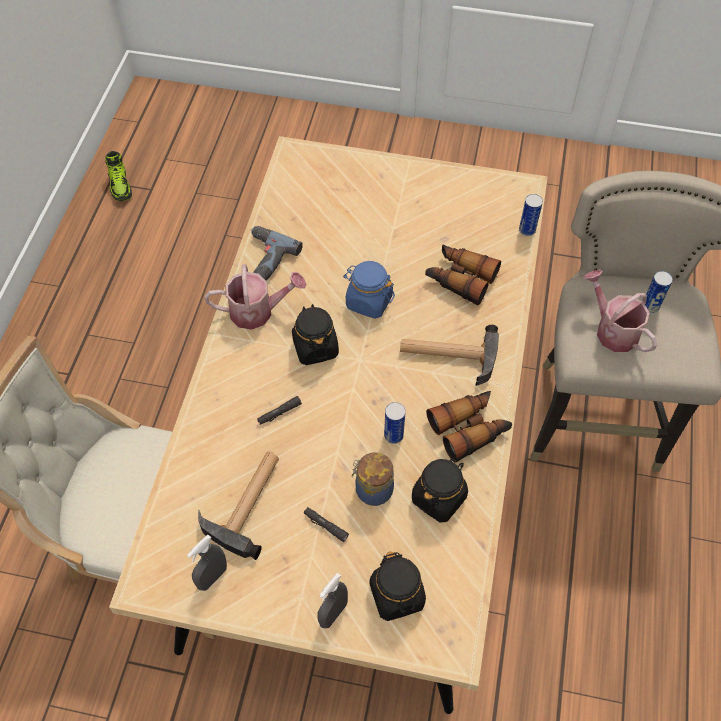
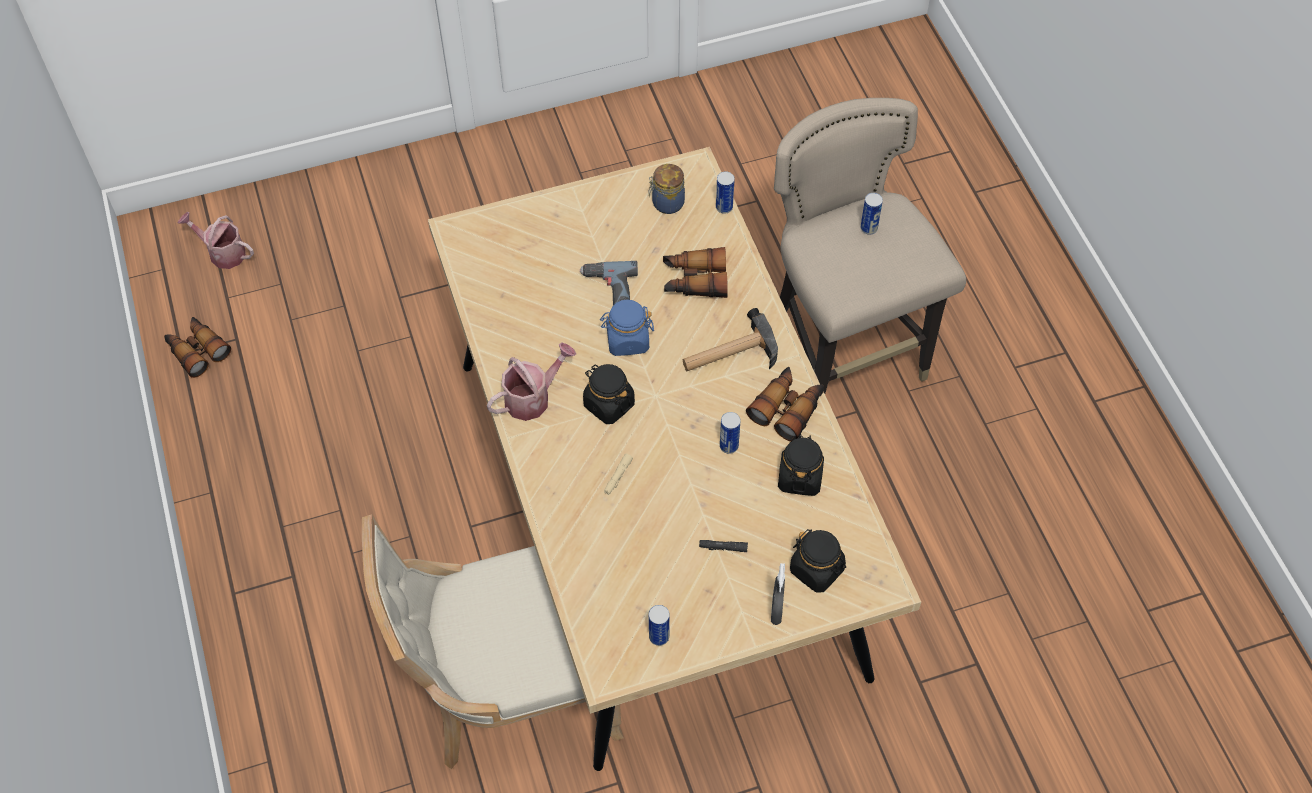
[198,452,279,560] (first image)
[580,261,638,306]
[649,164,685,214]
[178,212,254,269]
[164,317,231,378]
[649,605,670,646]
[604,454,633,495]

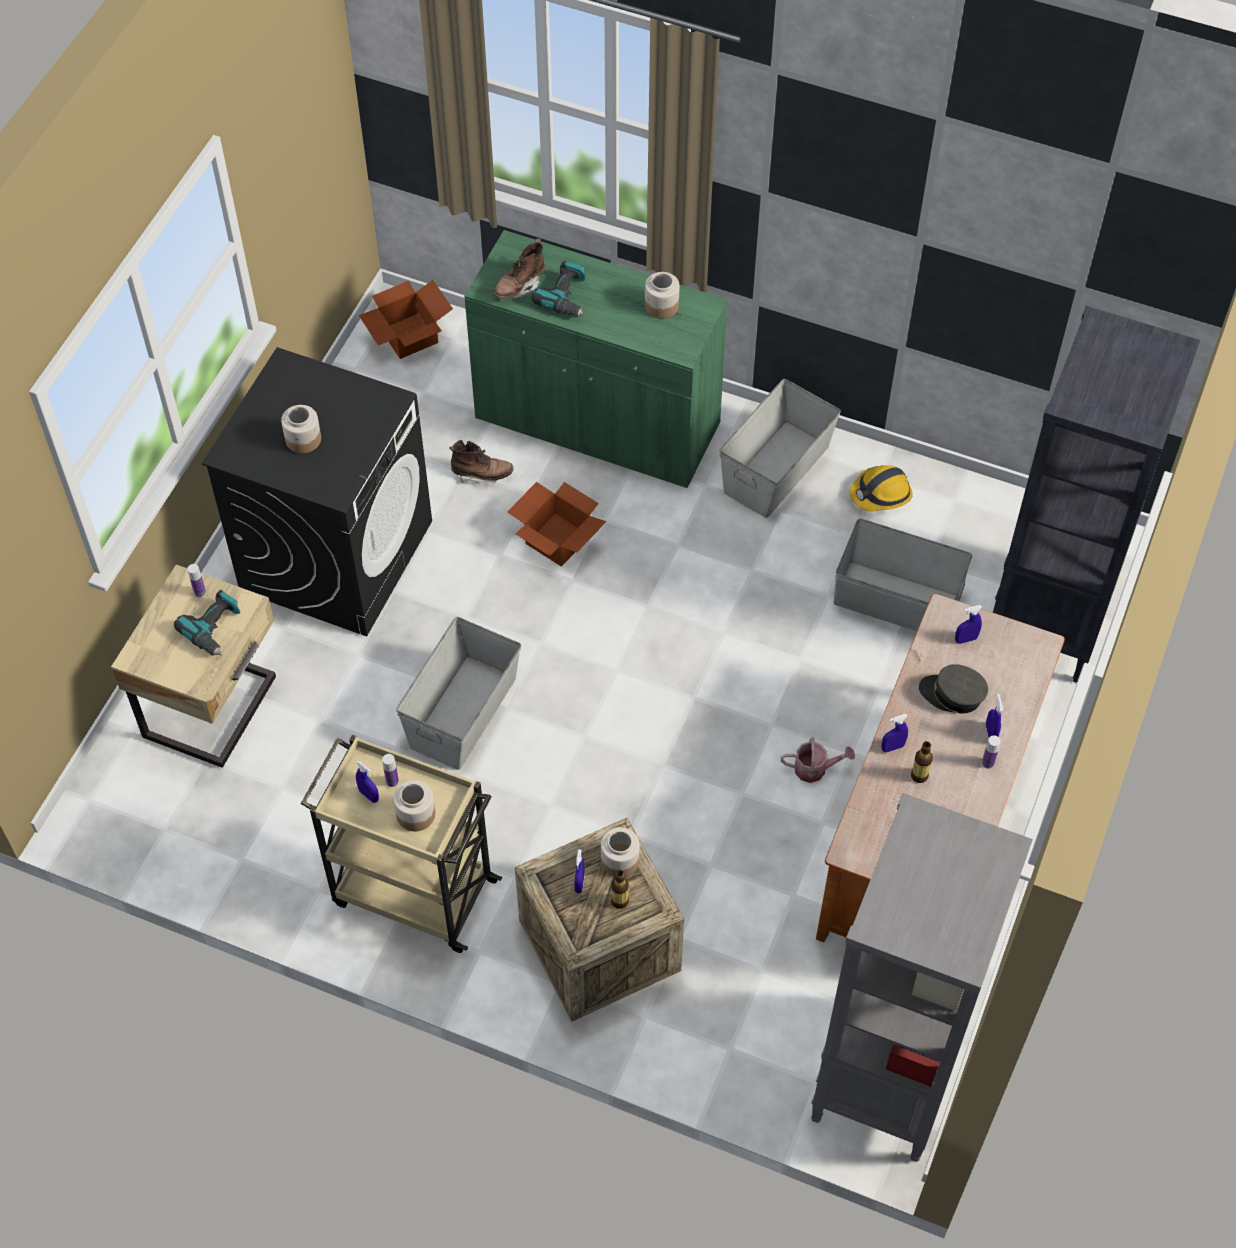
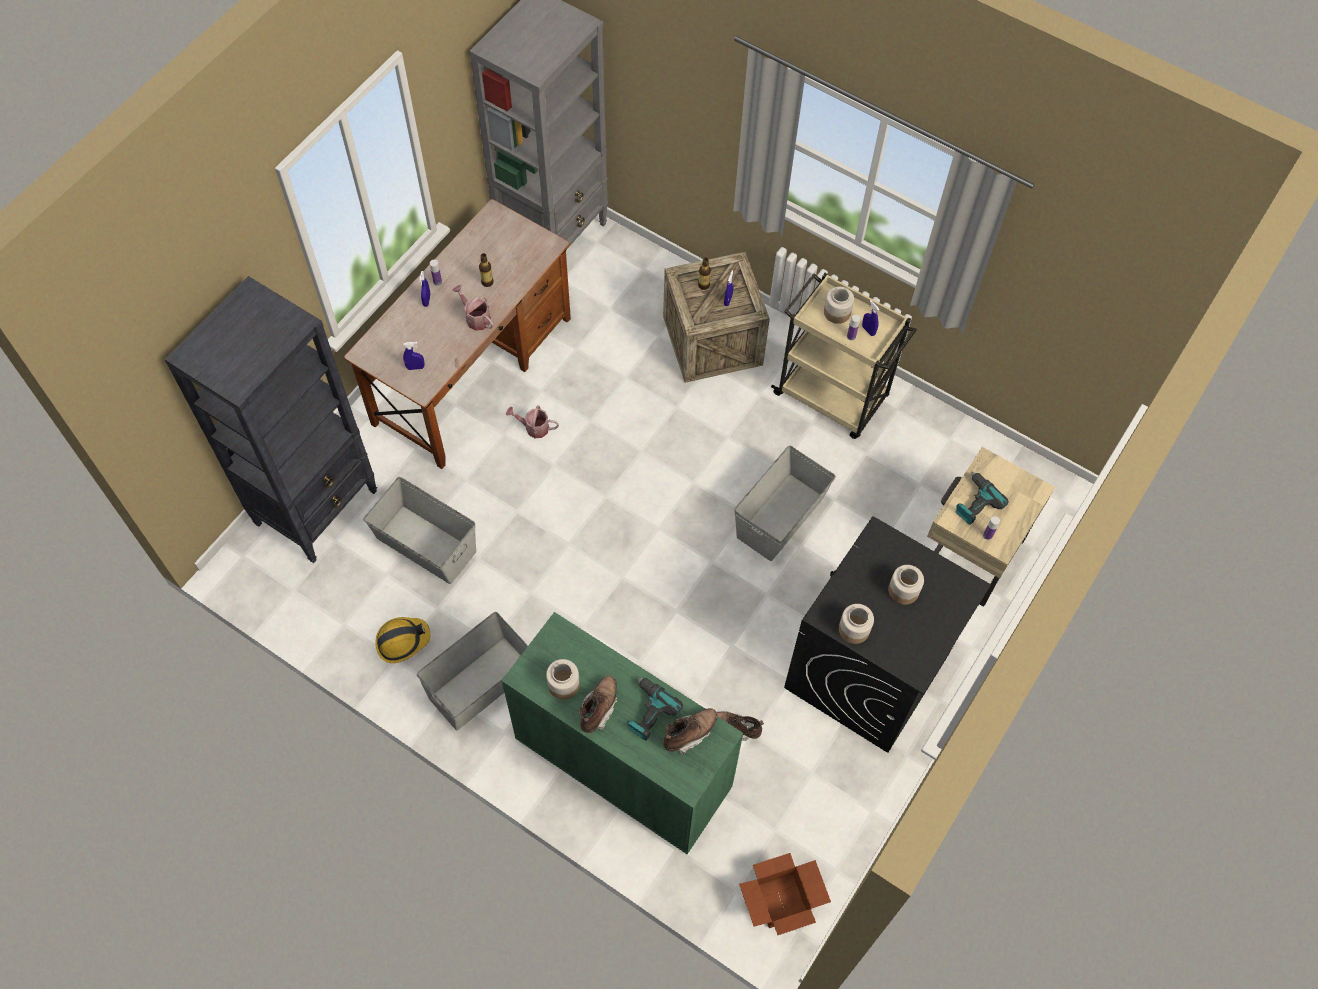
[507,482,606,567] (first image)
[881,714,908,752] (first image)
[919,664,988,713] (first image)
[452,285,494,331]
[579,675,618,733]
[839,604,874,644]

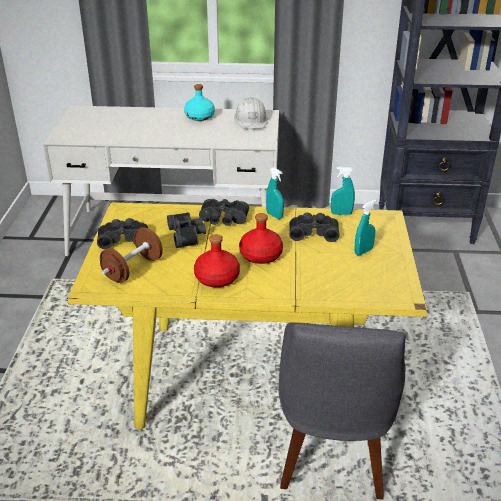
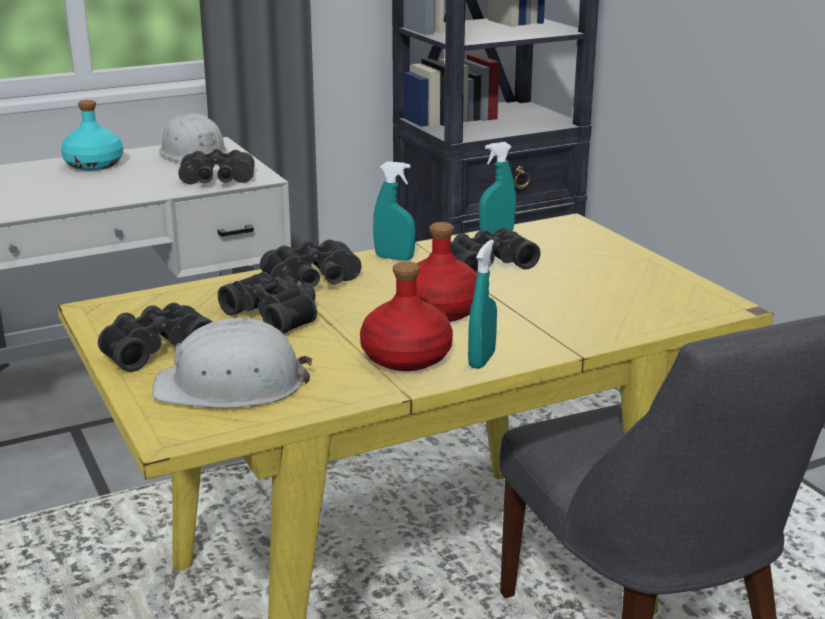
[178,149,255,184]
[468,240,497,369]
[152,318,312,408]

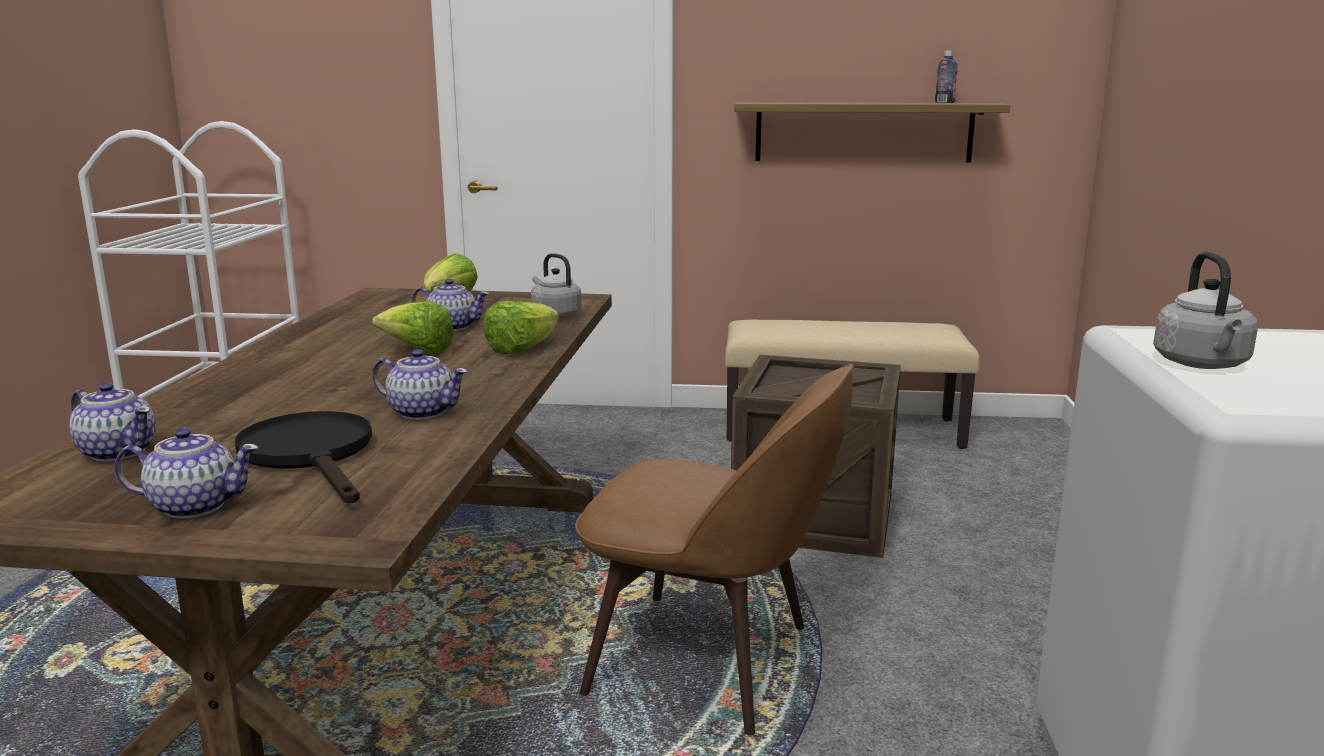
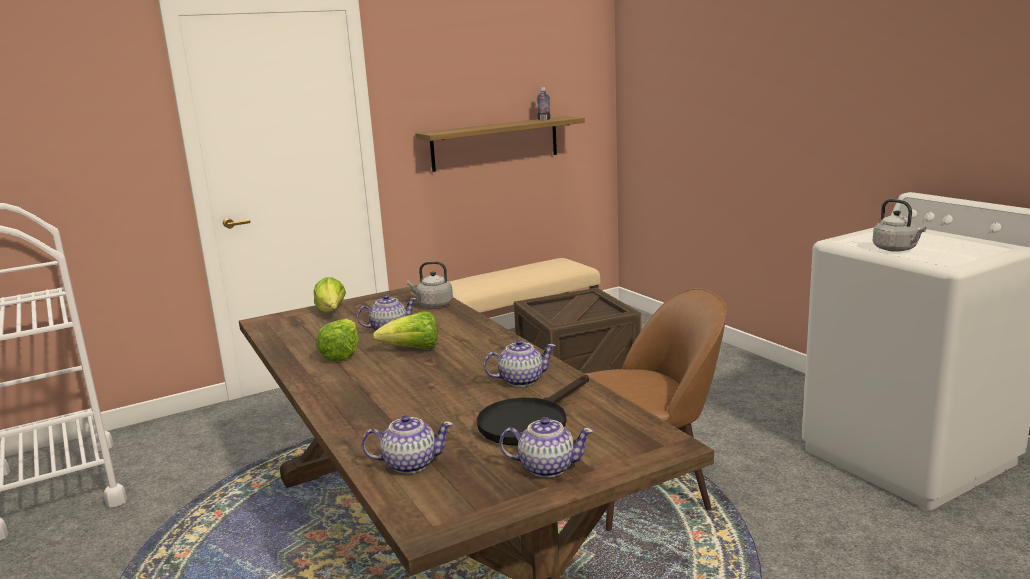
[316,319,359,362]
[499,417,594,478]
[477,375,589,446]

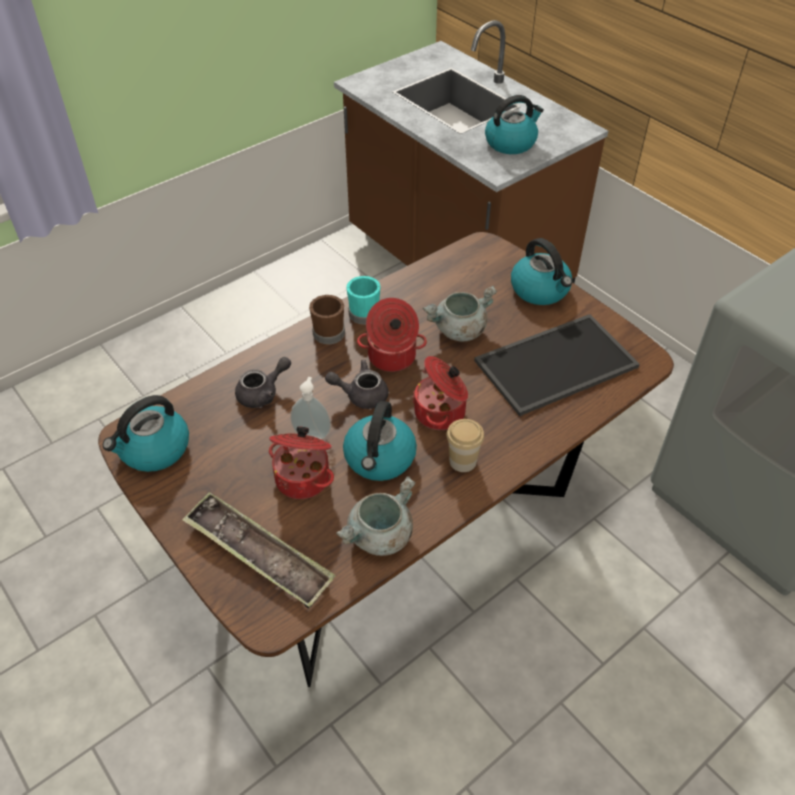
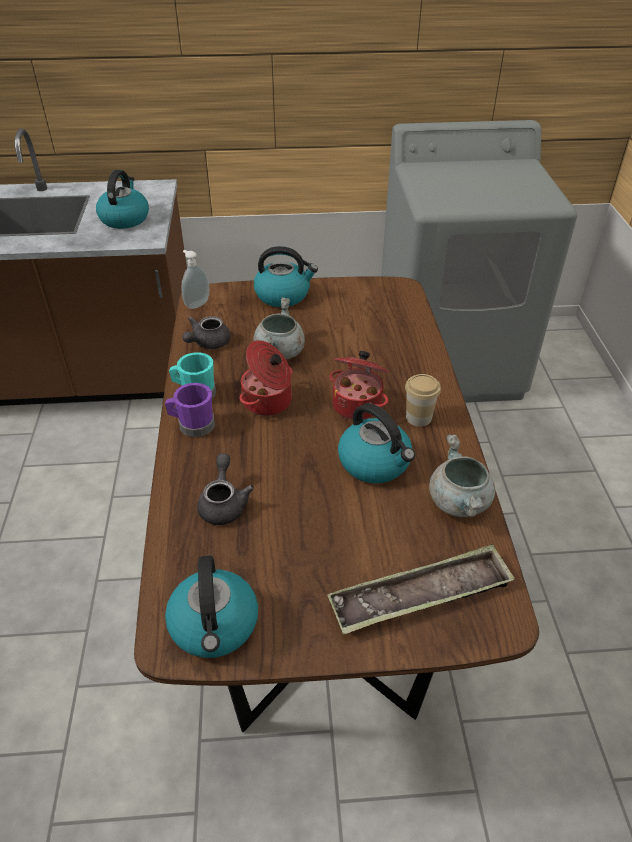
[269,426,334,499] (first image)
[474,314,640,416] (first image)
[181,250,210,309]
[182,316,231,349]
[165,383,215,437]

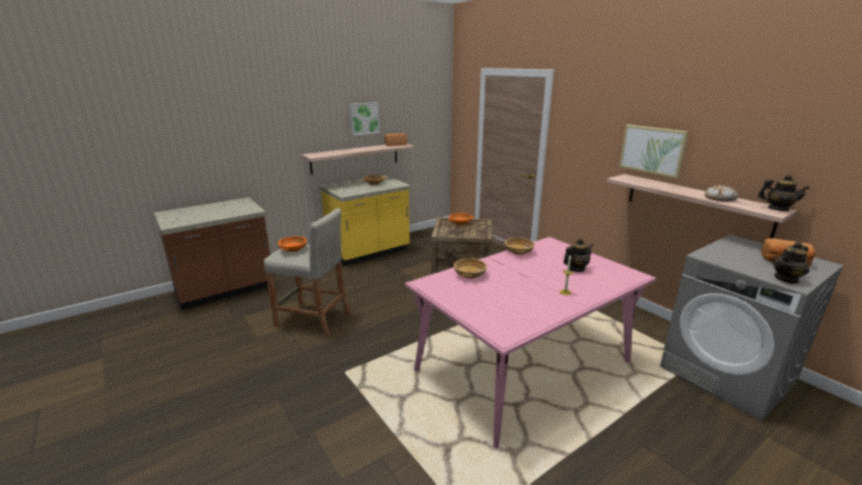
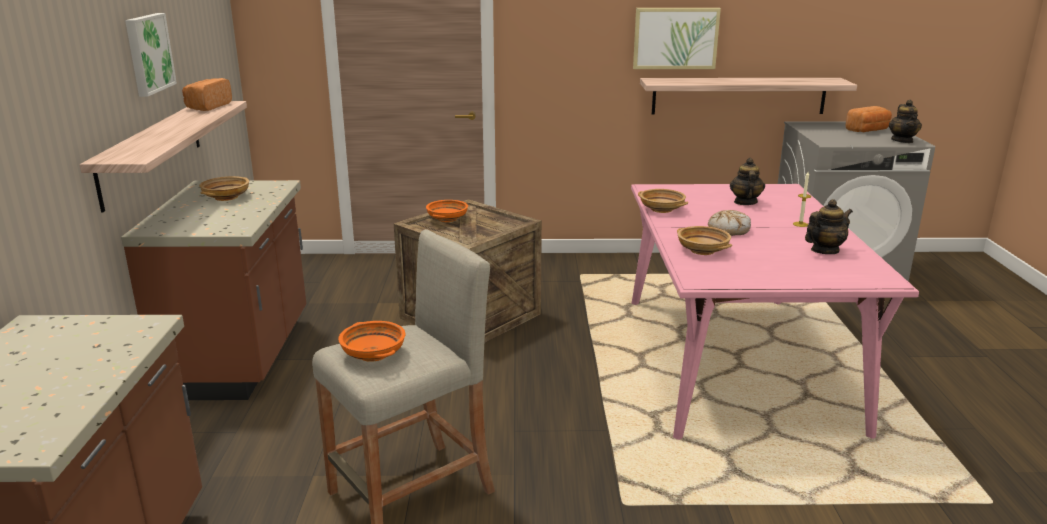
[708,210,751,236]
[805,199,853,254]
[121,180,306,400]

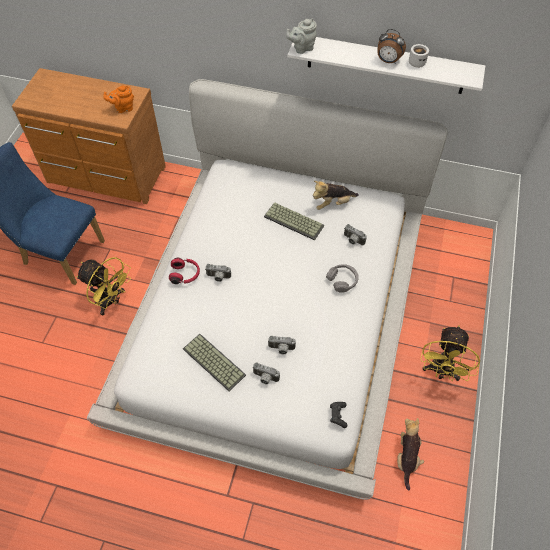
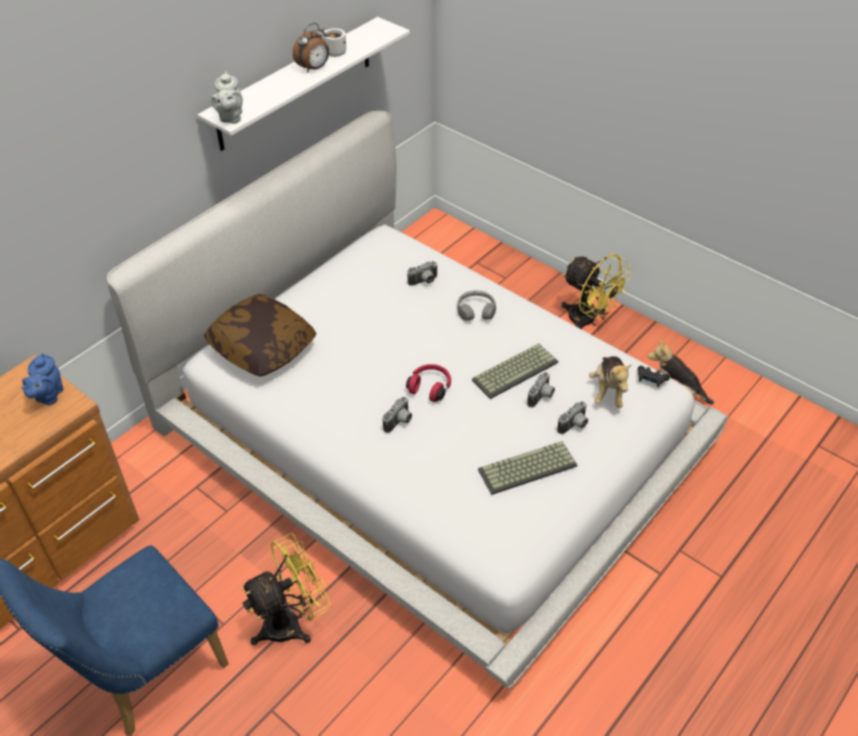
[204,294,317,377]
[406,364,451,402]
[472,343,558,399]
[589,356,632,408]
[22,353,63,406]

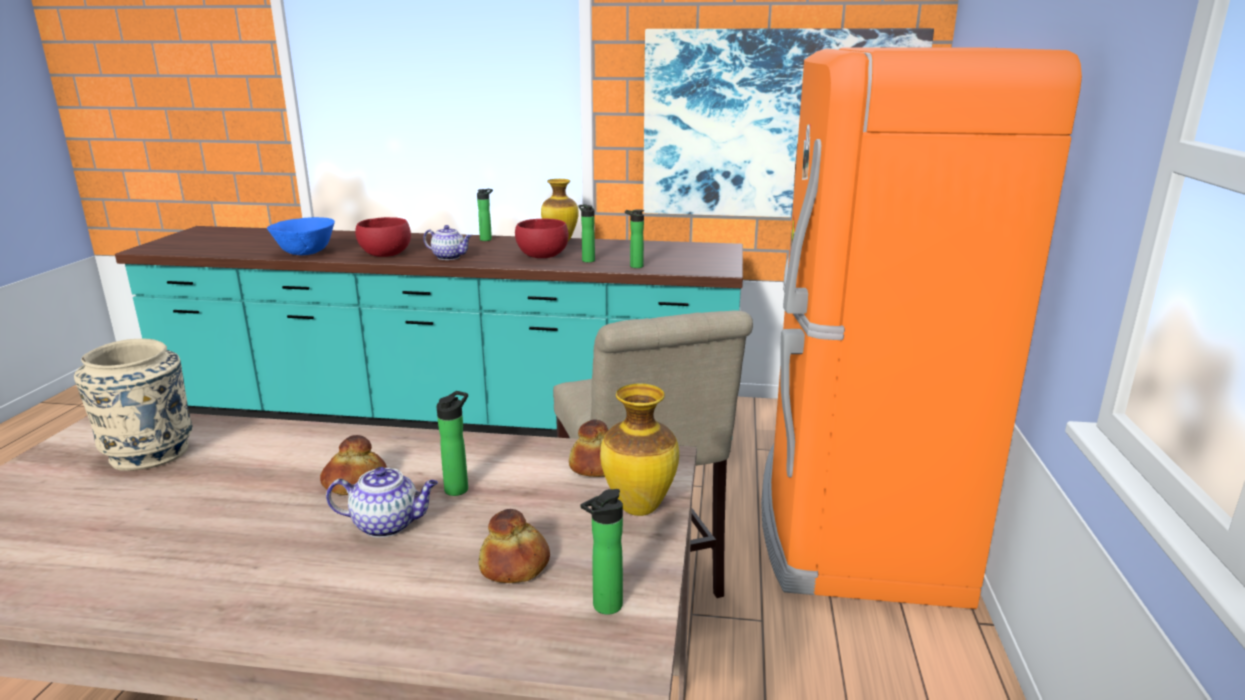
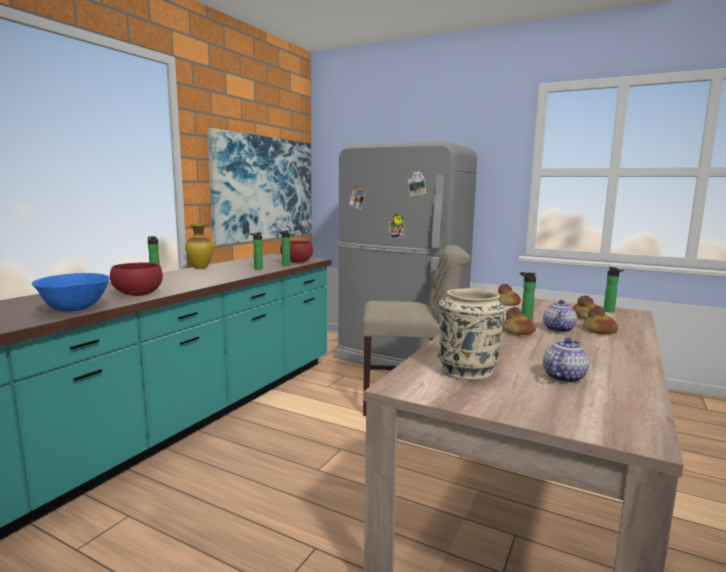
[600,384,679,516] (first image)
[583,306,618,334]
[543,338,589,383]
[280,241,313,263]
[334,141,477,371]

